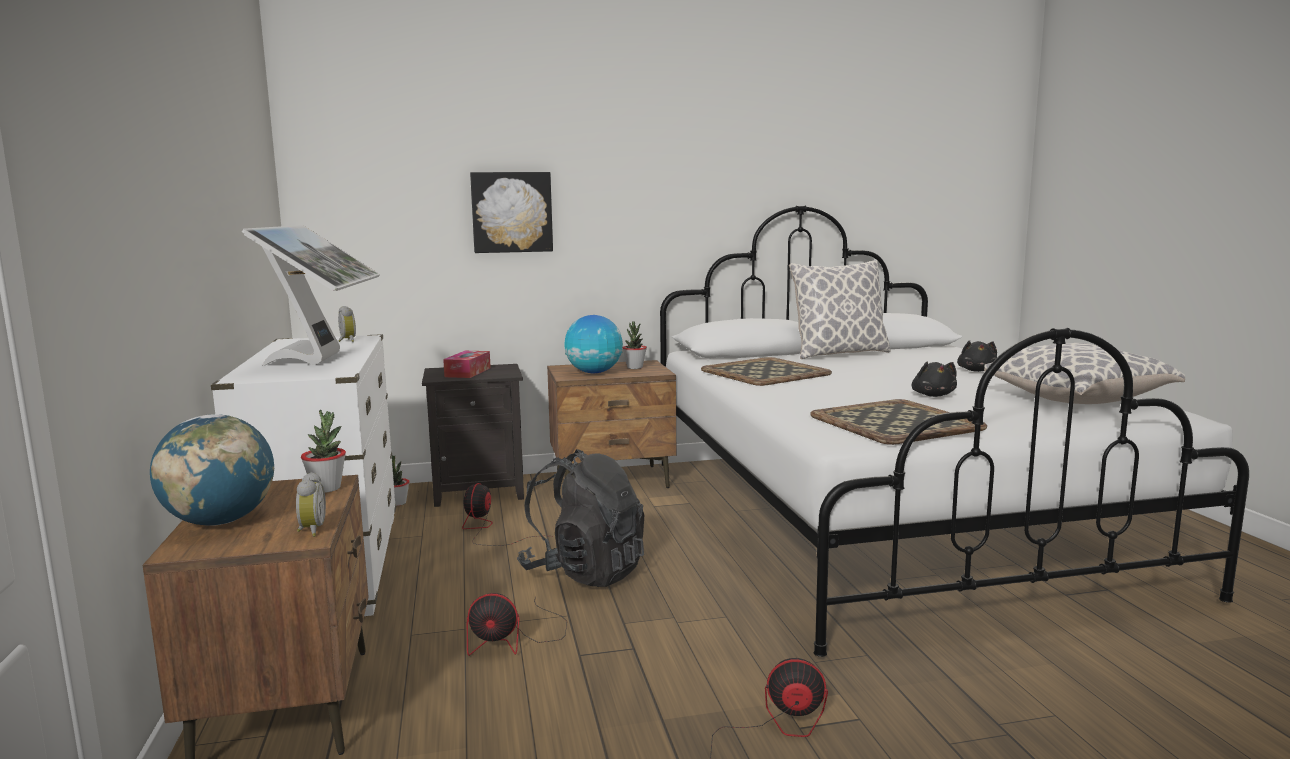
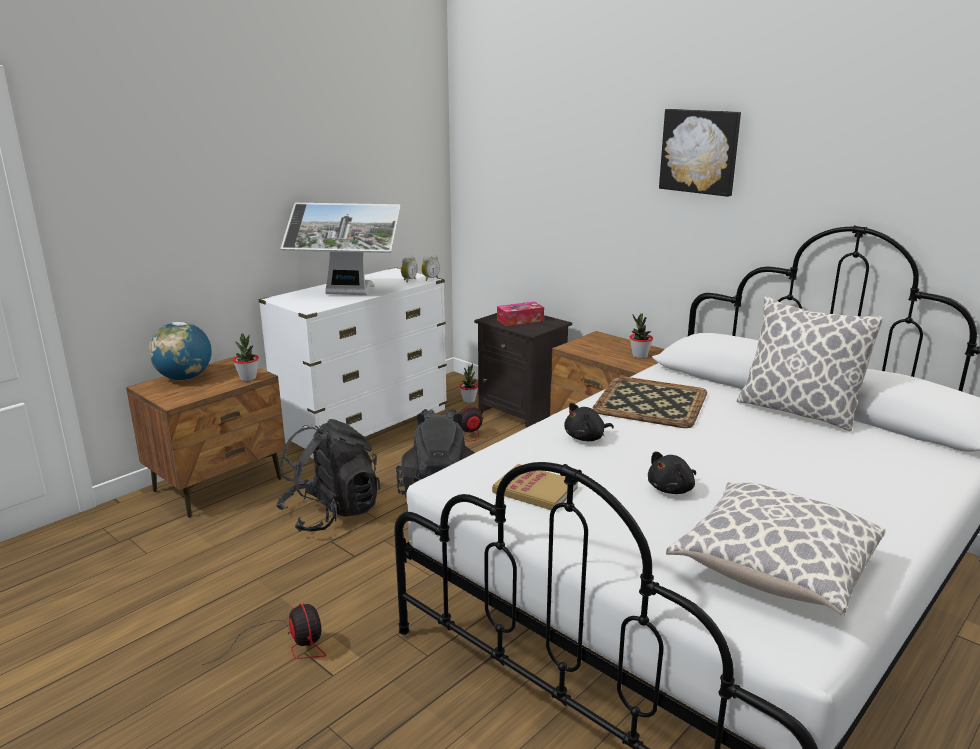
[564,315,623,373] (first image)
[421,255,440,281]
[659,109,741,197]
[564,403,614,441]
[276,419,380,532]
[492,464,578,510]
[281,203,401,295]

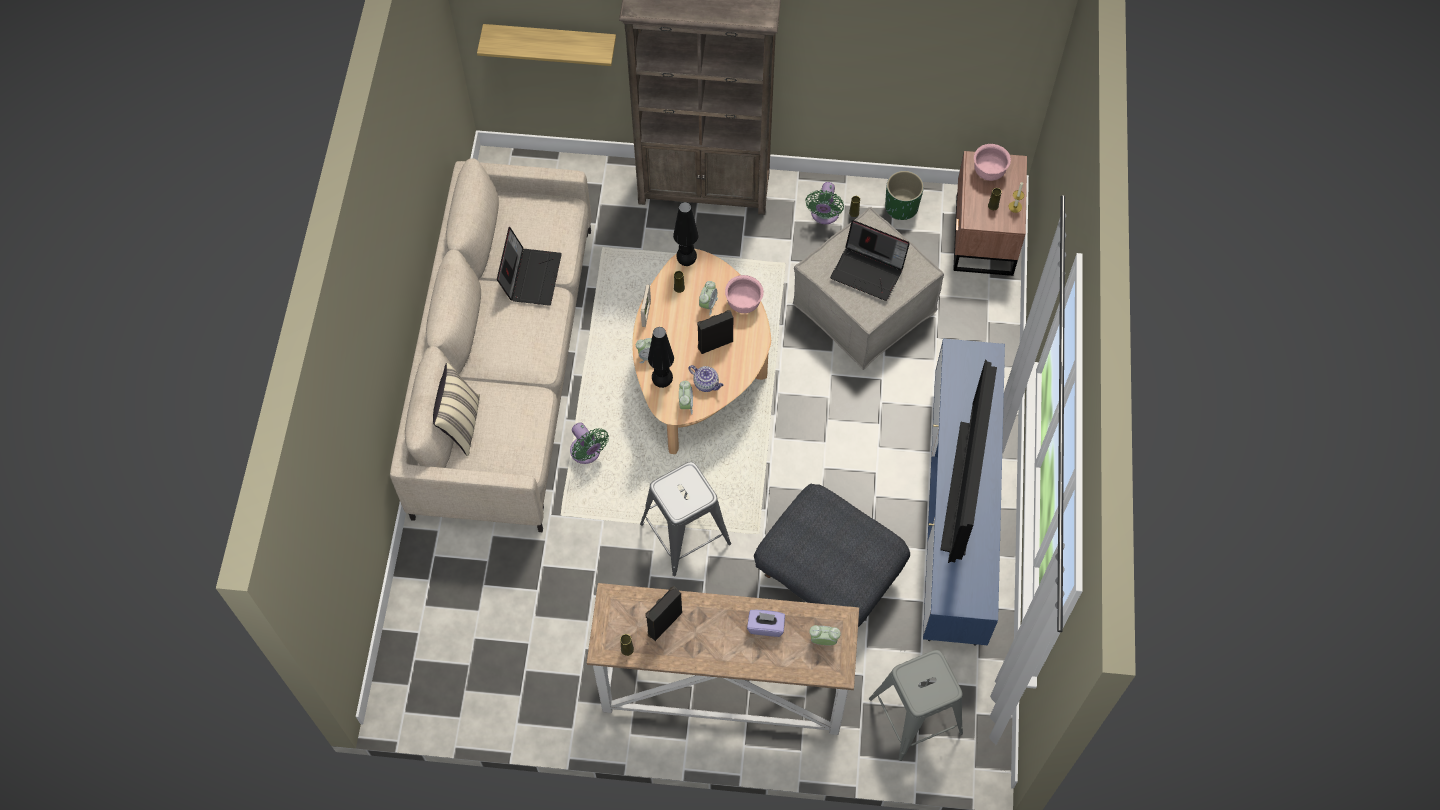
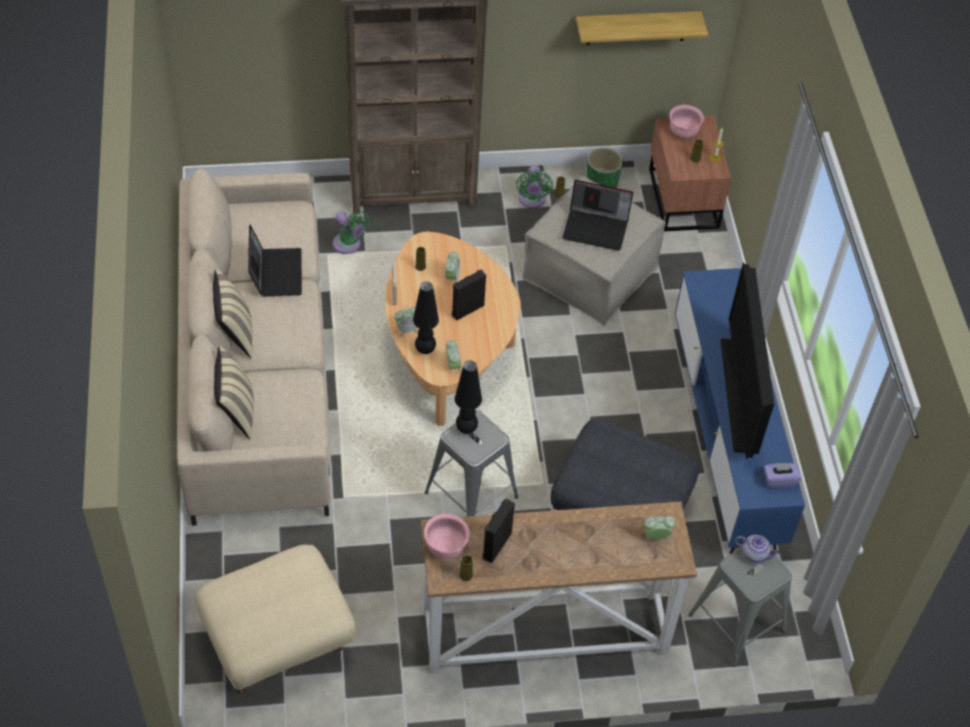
[195,544,356,694]
[213,269,252,358]
[576,11,708,45]
[333,211,370,254]
[455,361,482,434]
[735,535,780,563]
[424,514,470,559]
[764,463,801,488]

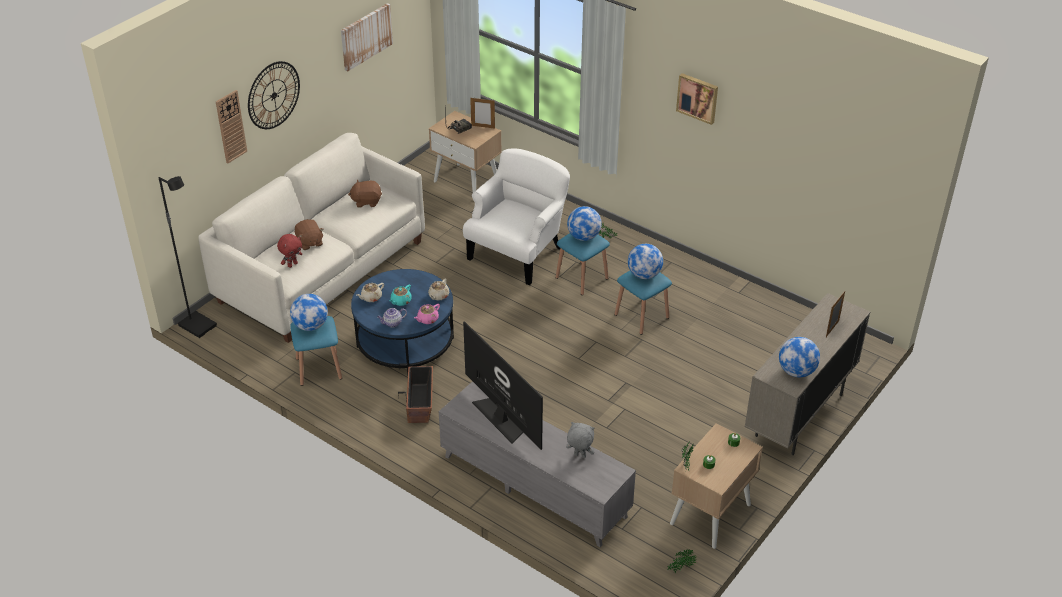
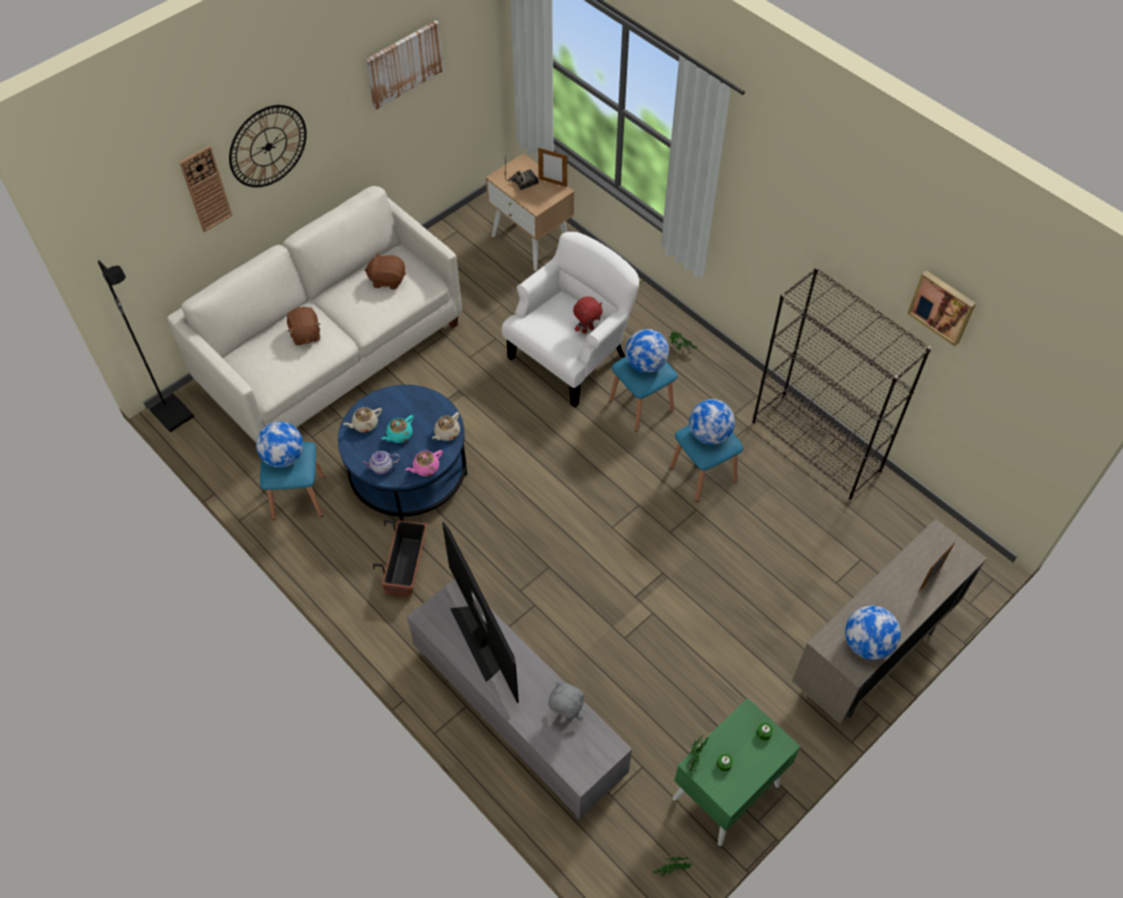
[752,267,931,500]
[573,296,603,334]
[907,270,976,346]
[673,698,801,846]

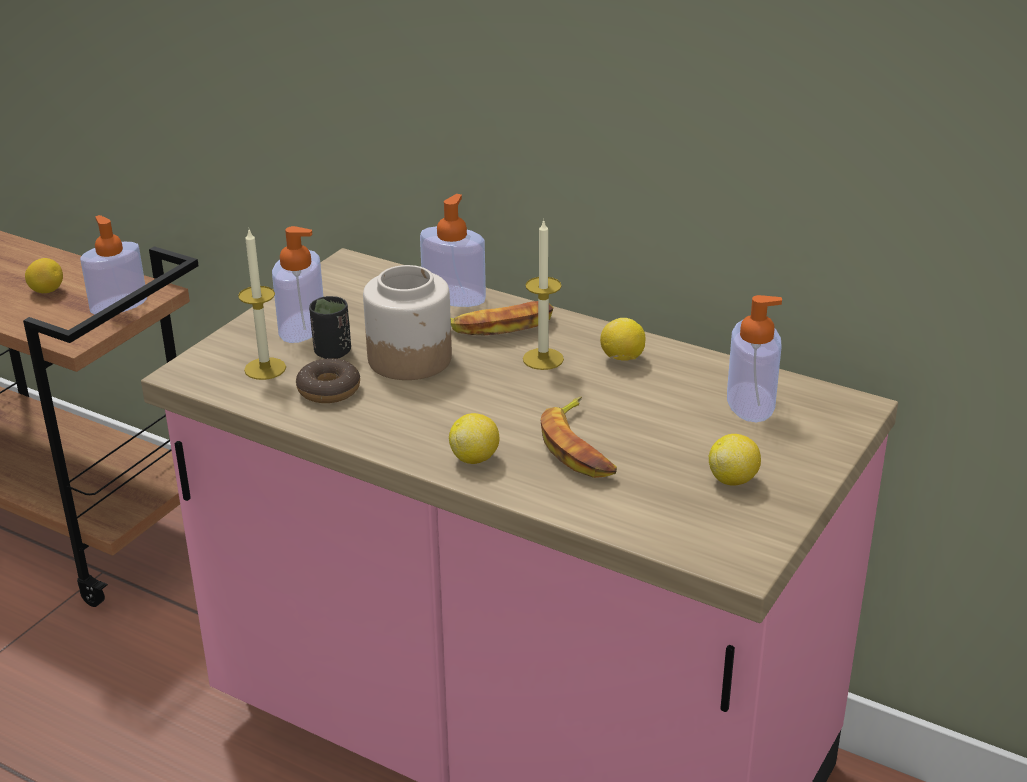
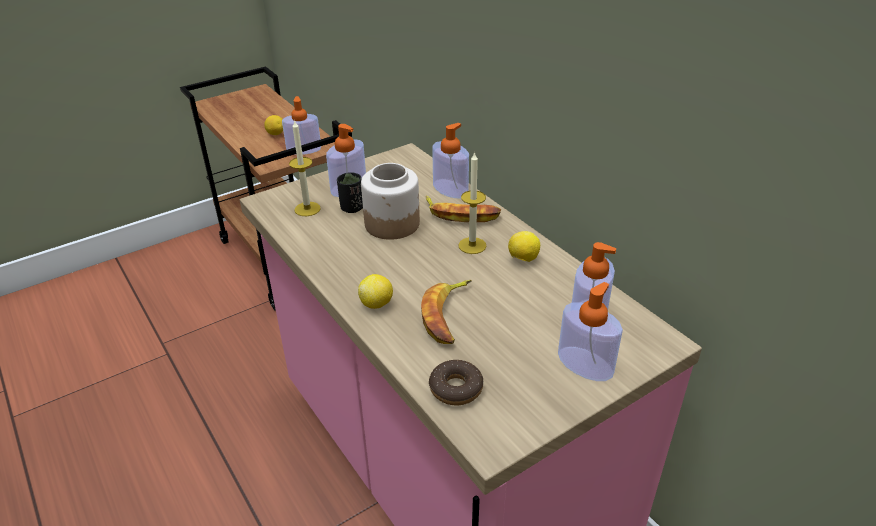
[709,434,761,486] (first image)
[558,282,623,381]
[429,360,483,405]

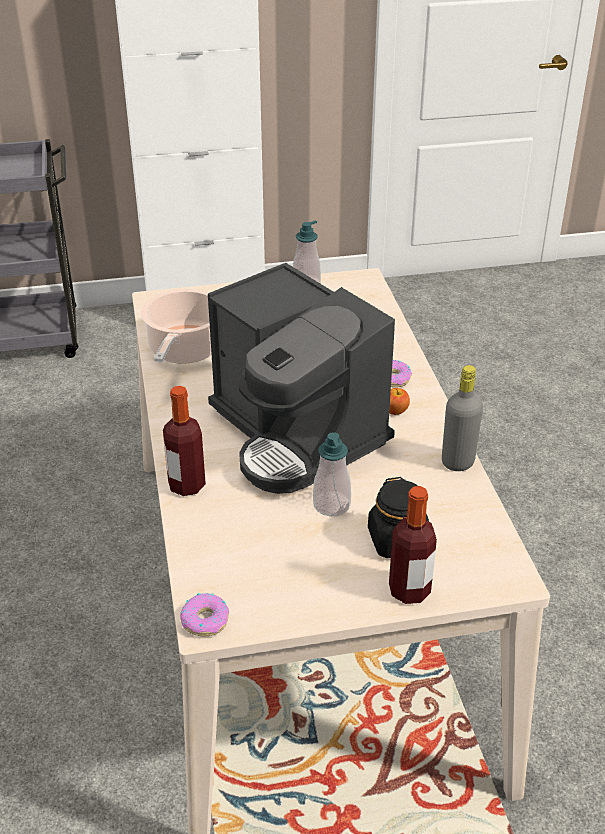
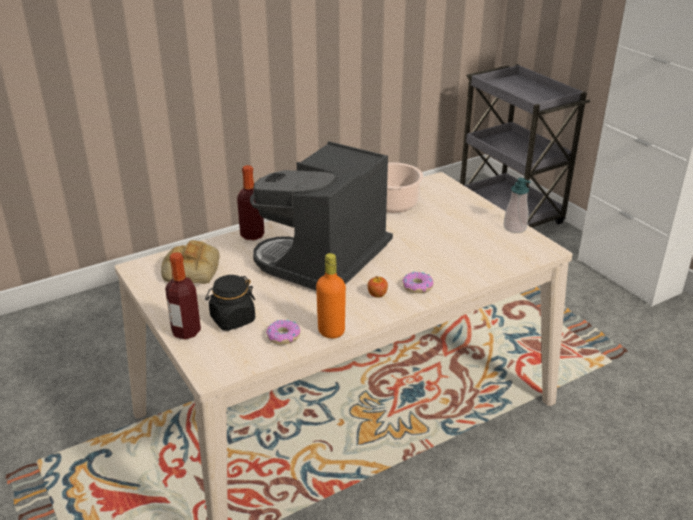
[313,432,351,516] (first image)
[161,241,219,284]
[266,319,300,345]
[316,253,346,338]

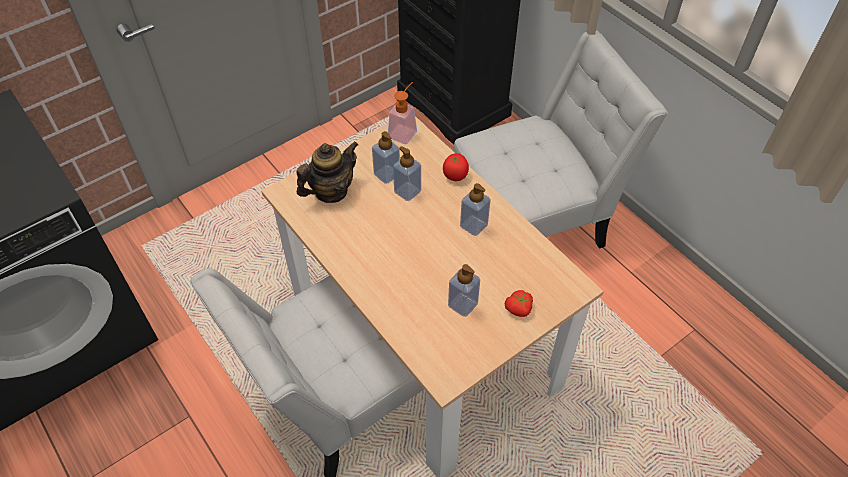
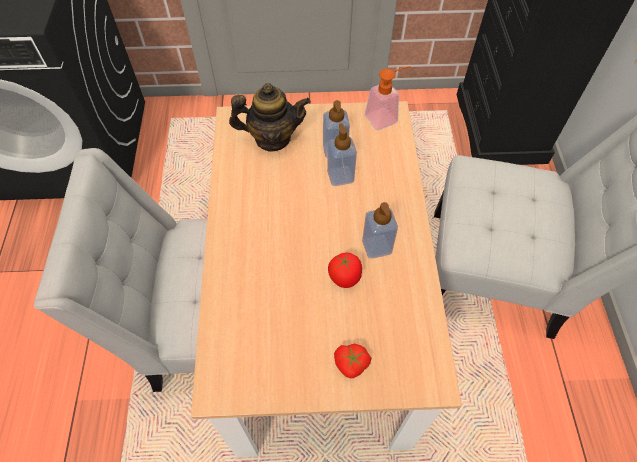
[448,264,480,317] (first image)
[328,253,362,288]

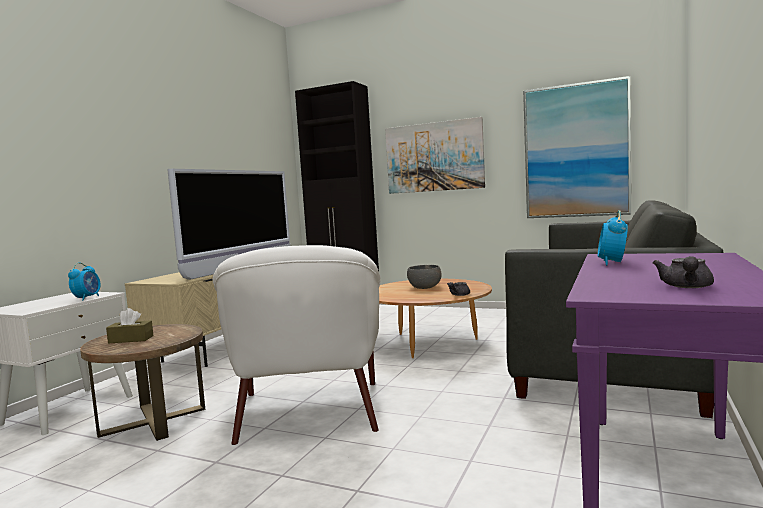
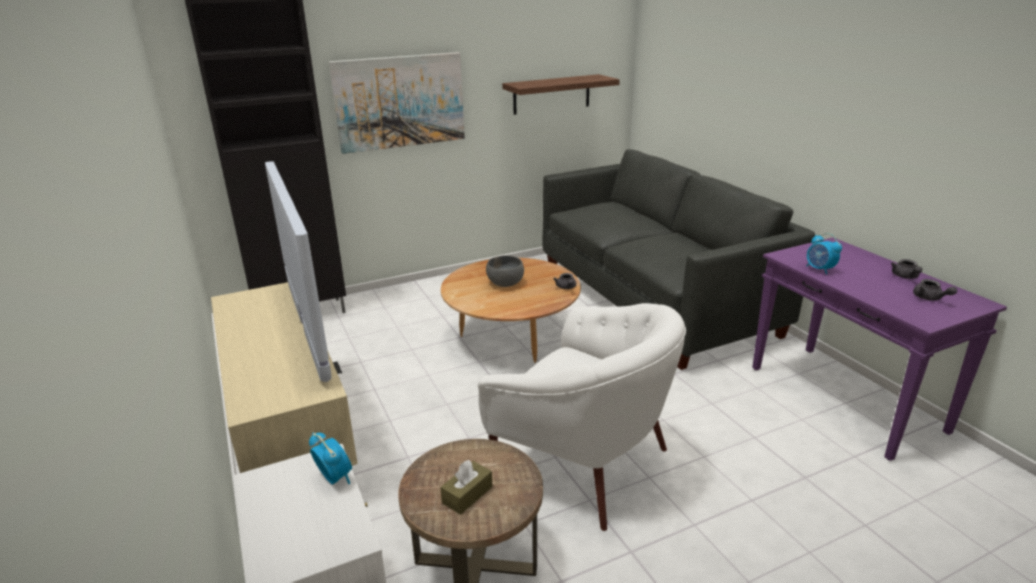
[891,259,922,279]
[502,74,620,115]

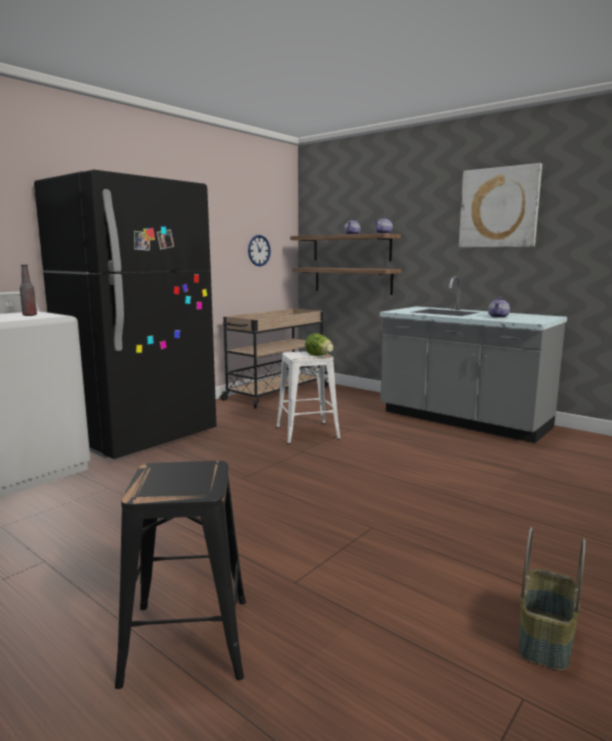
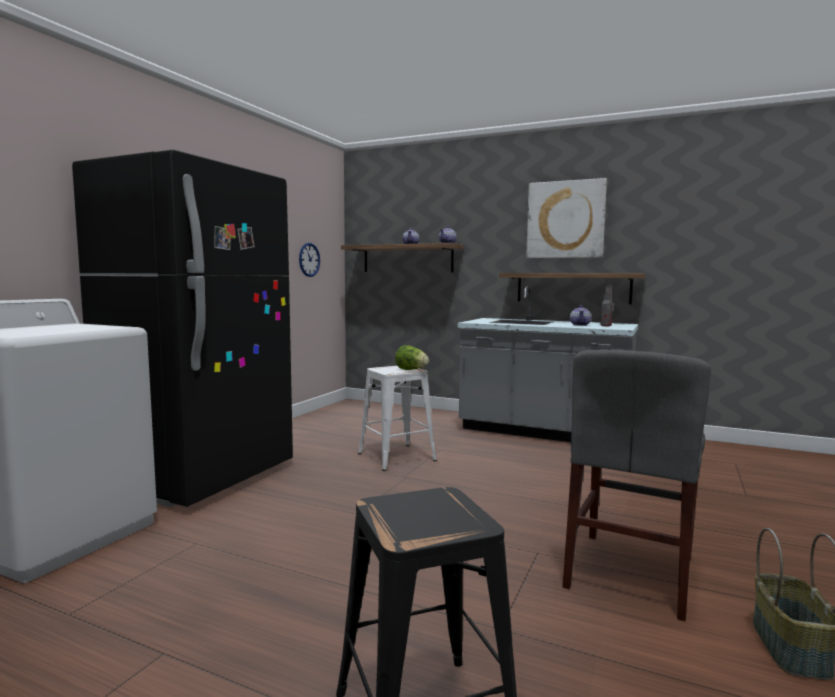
[220,308,328,409] (first image)
[563,349,711,621]
[601,285,613,327]
[499,273,646,304]

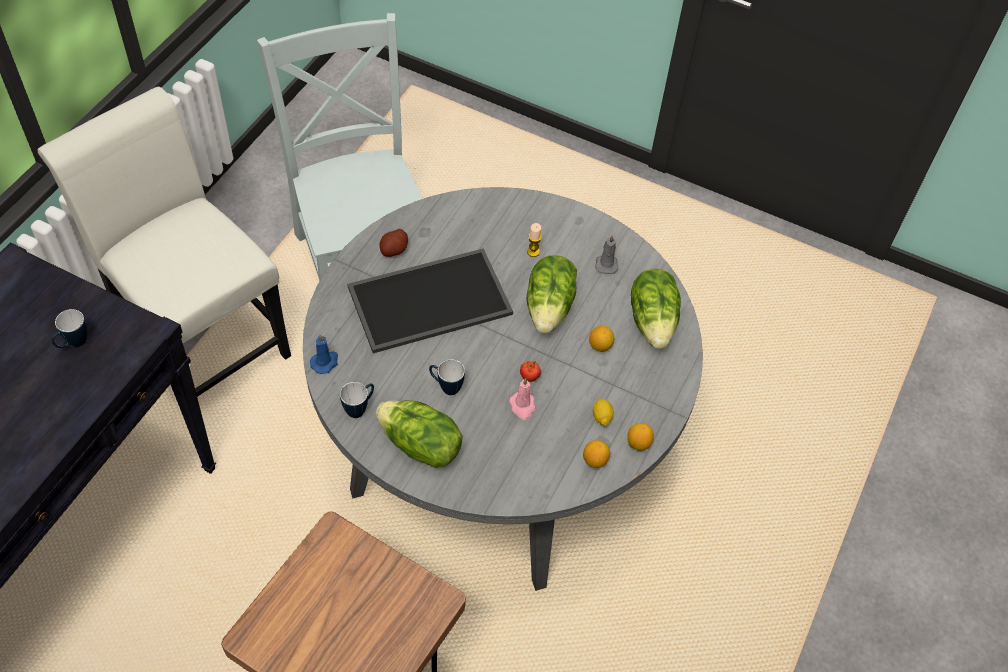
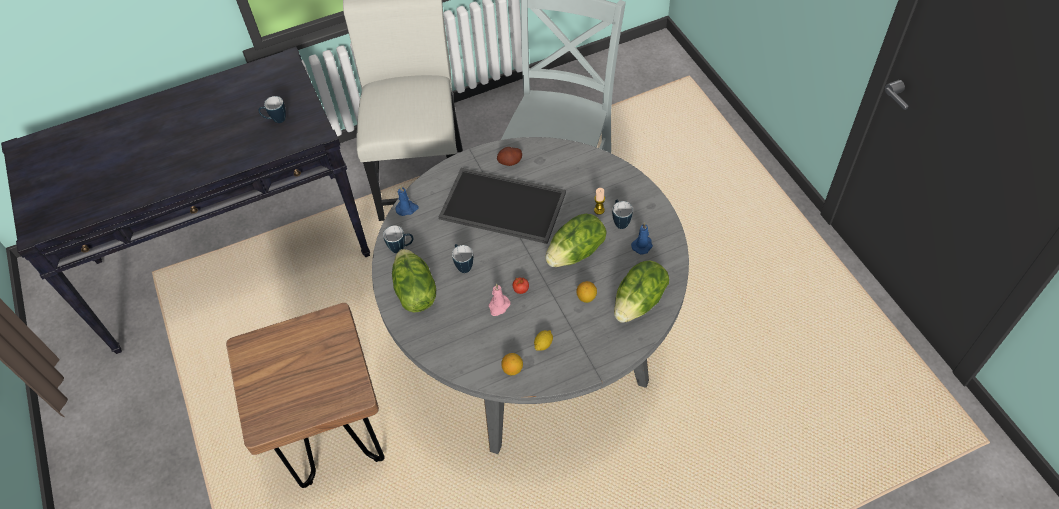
[627,423,654,451] (first image)
[612,199,633,229]
[631,223,653,254]

